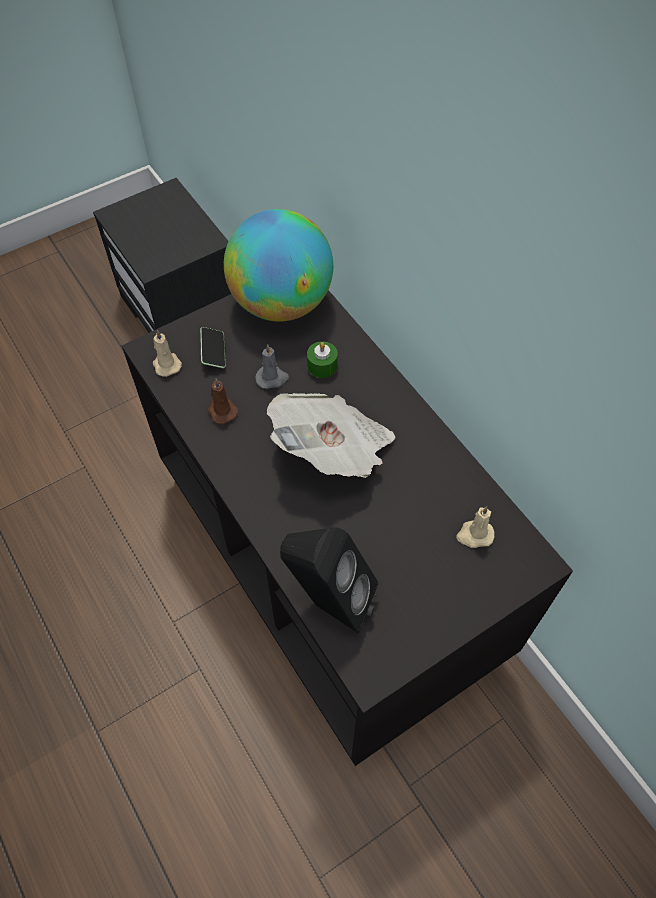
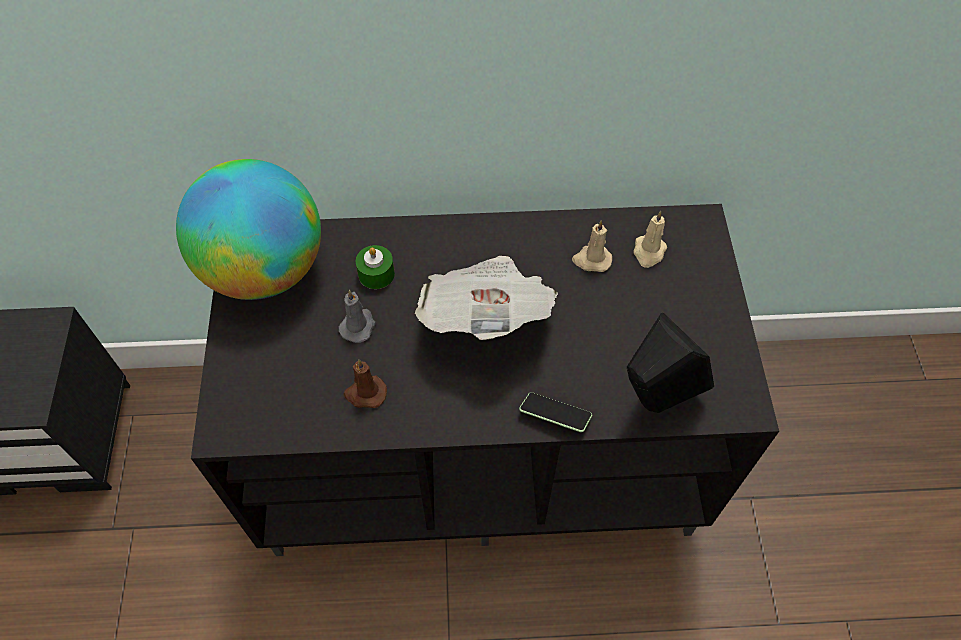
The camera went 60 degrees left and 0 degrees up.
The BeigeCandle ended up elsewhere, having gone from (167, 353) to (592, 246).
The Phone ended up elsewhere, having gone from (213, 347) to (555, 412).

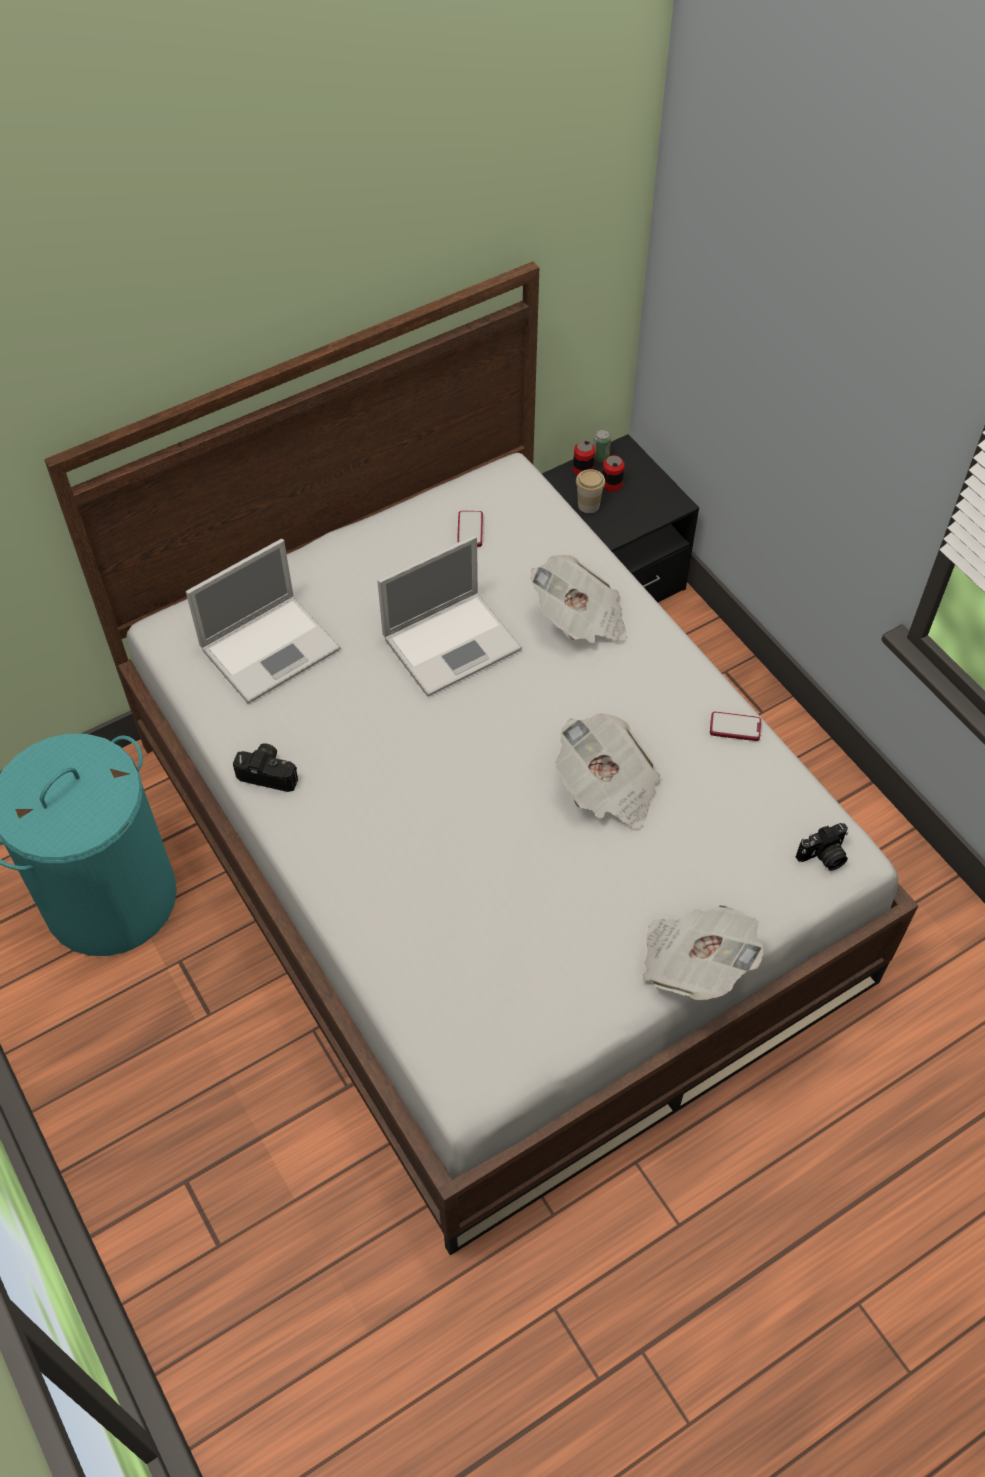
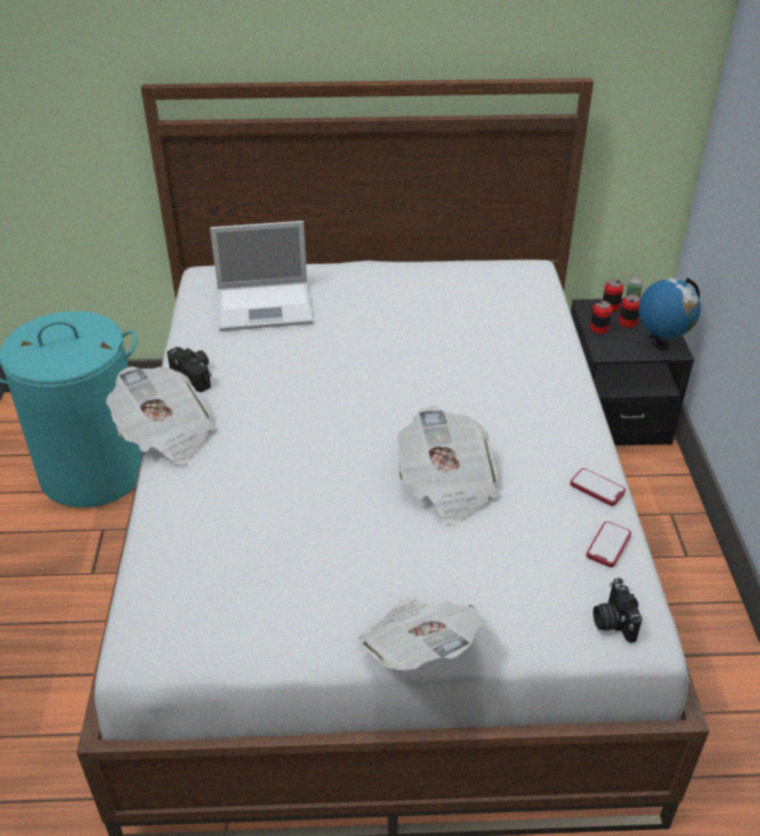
The camera went 30 degrees right and 15 degrees down.
The second view lost the Laptop at (449, 615).
The Phone ended up elsewhere, having gone from (470, 529) to (608, 544).
The Newspaper ended up elsewhere, having gone from (579, 599) to (160, 415).
Where the Cup stood at (590, 491), the Can came to stand at (601, 317).
The PhotoCamera at (822, 847) ended up facing another way, 75 degrees clockwise from before.
The second view gained the Globe at (669, 314).

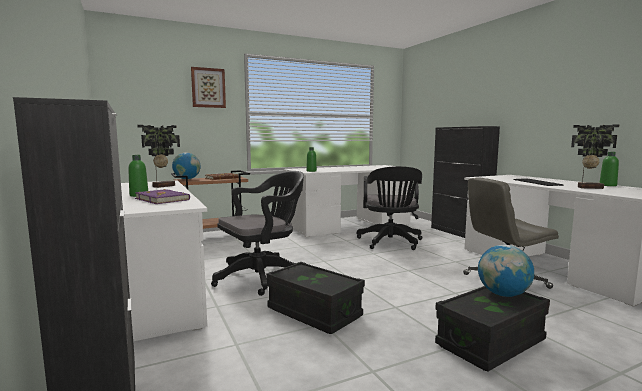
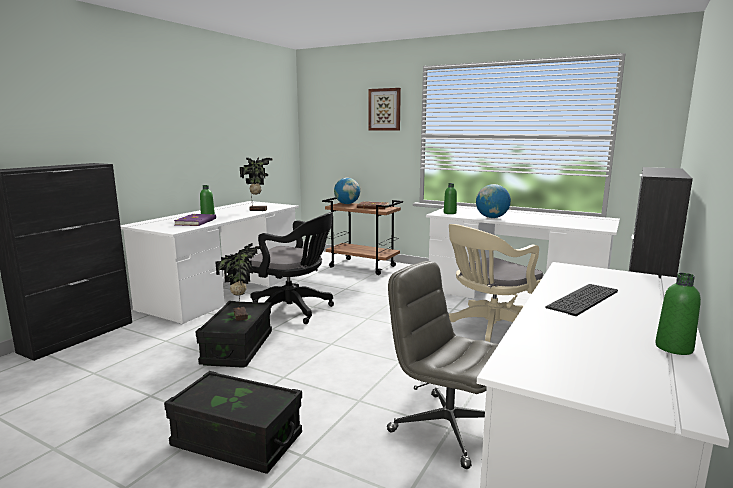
The camera went 55 degrees right and 5 degrees up.
What was the BlackOfficeChair at (389, 208) turned into the BeigeOfficeChair at (496, 283).
The Globe ended up elsewhere, having gone from (506, 271) to (493, 201).
The PottedPlant ended up elsewhere, having gone from (595, 156) to (239, 282).

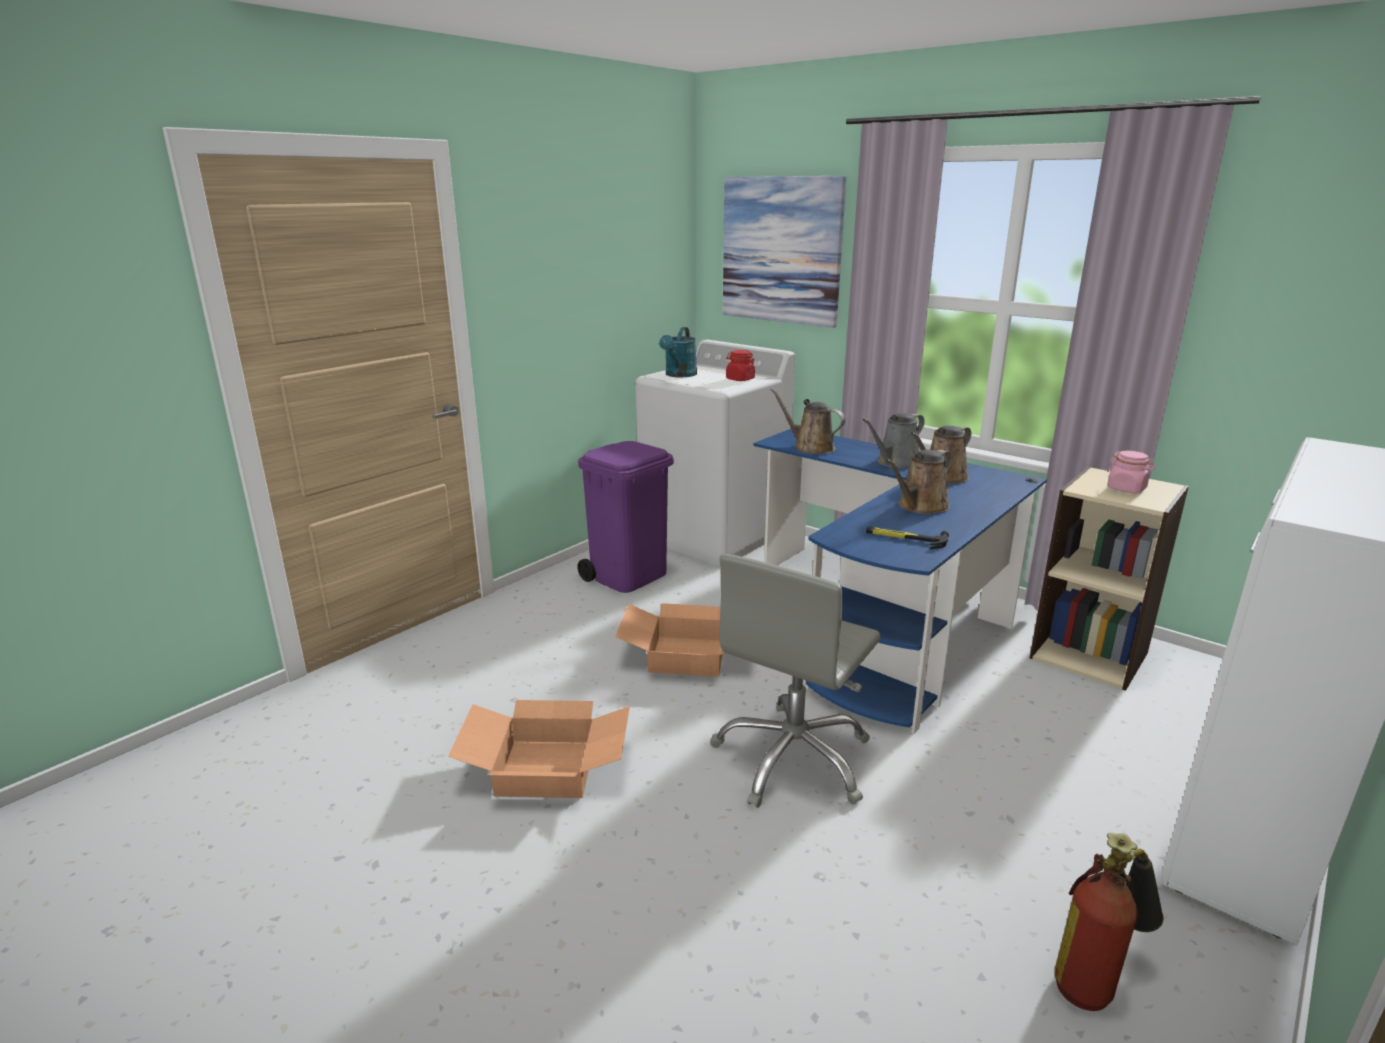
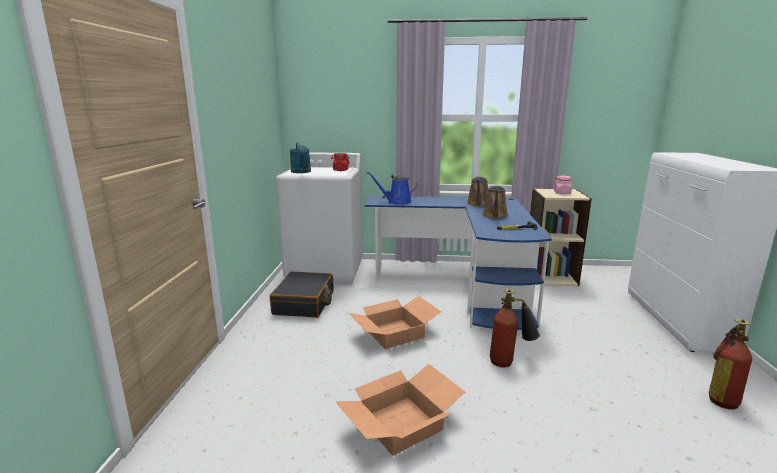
The camera went 35 degrees left and 5 degrees down.
Where the PurpleTrashCan stood at (625, 517), the BlackSuitcase came to stand at (301, 294).
Where the GreyOfficeChair stood at (795, 681), the FireExtinguisher came to stand at (515, 328).
The second view lost the Picture at (784, 252).
What was the BrownWateringCan at (807, 421) turned into the BlueWateringCan at (392, 188).
The second view lost the GreyWateringCan at (893, 440).

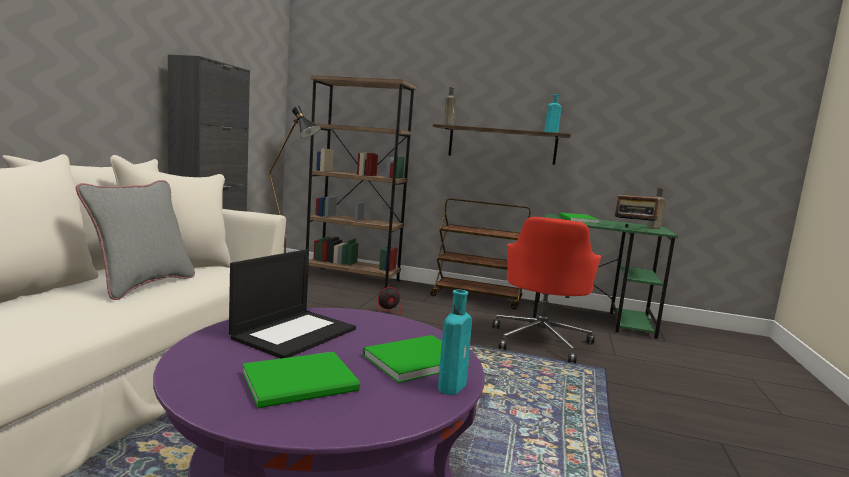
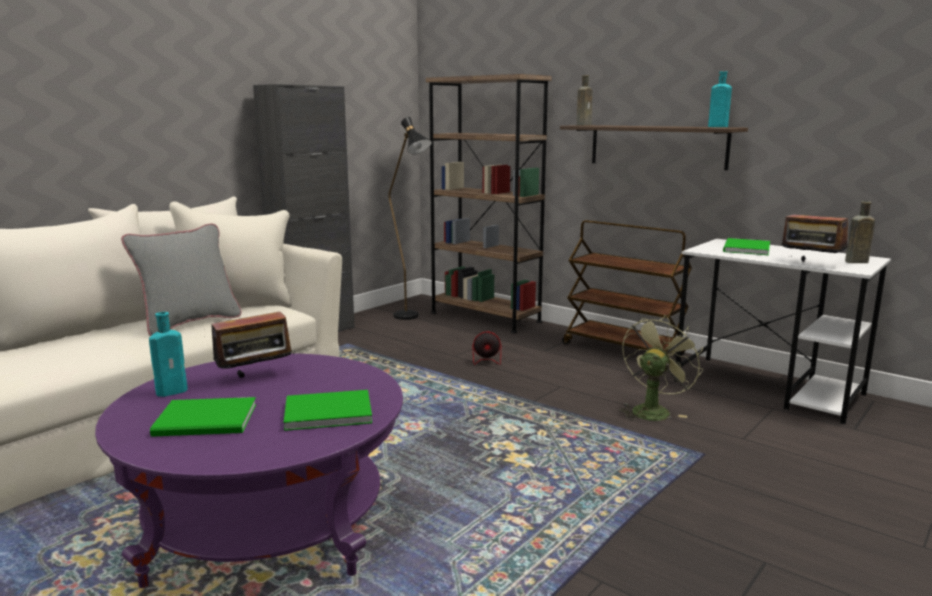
The camera went 25 degrees right and 5 degrees up.
Where the Laptop stood at (292, 303), the Radio came to stand at (253, 340).
The TurquoiseBottle ended up elsewhere, having gone from (455, 342) to (168, 354).
Where the RedOfficeChair stood at (546, 290), the GreenFan came to stand at (661, 368).
What was the GreenDesk at (605, 276) turned into the WhiteDesk at (782, 331).

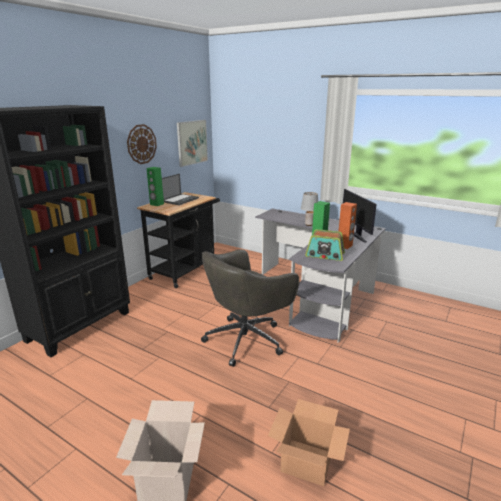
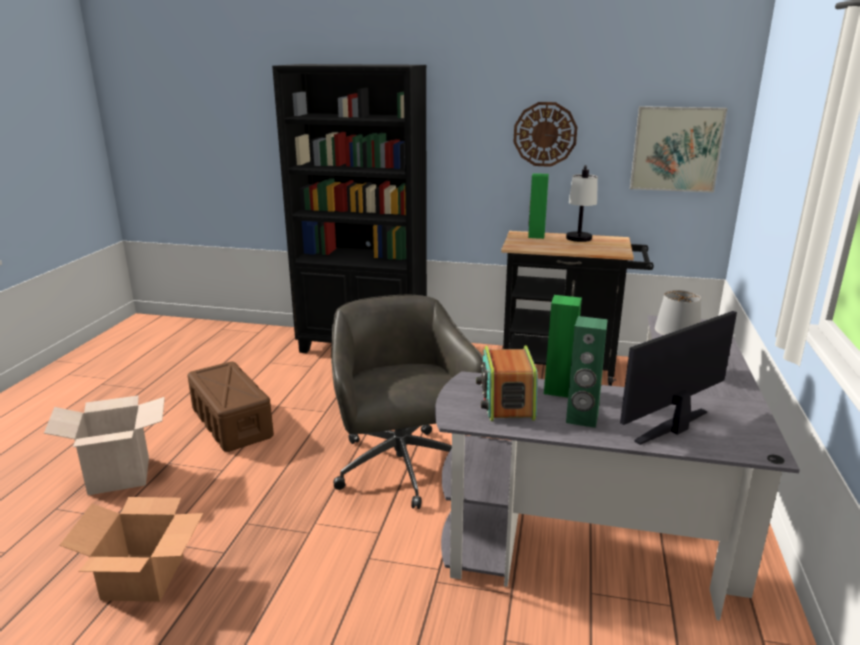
The camera went 70 degrees right and 0 degrees up.
Where the Laptop stood at (180, 189), the TableLamp came to stand at (582, 203).
The GreyOfficeChair at (250, 308) ended up facing another way, 45 degrees clockwise from before.
What was the OrangeSpeaker at (347, 225) turned into the GreenSpeaker at (587, 372).
The second view gained the BrownStorageBox at (230, 407).

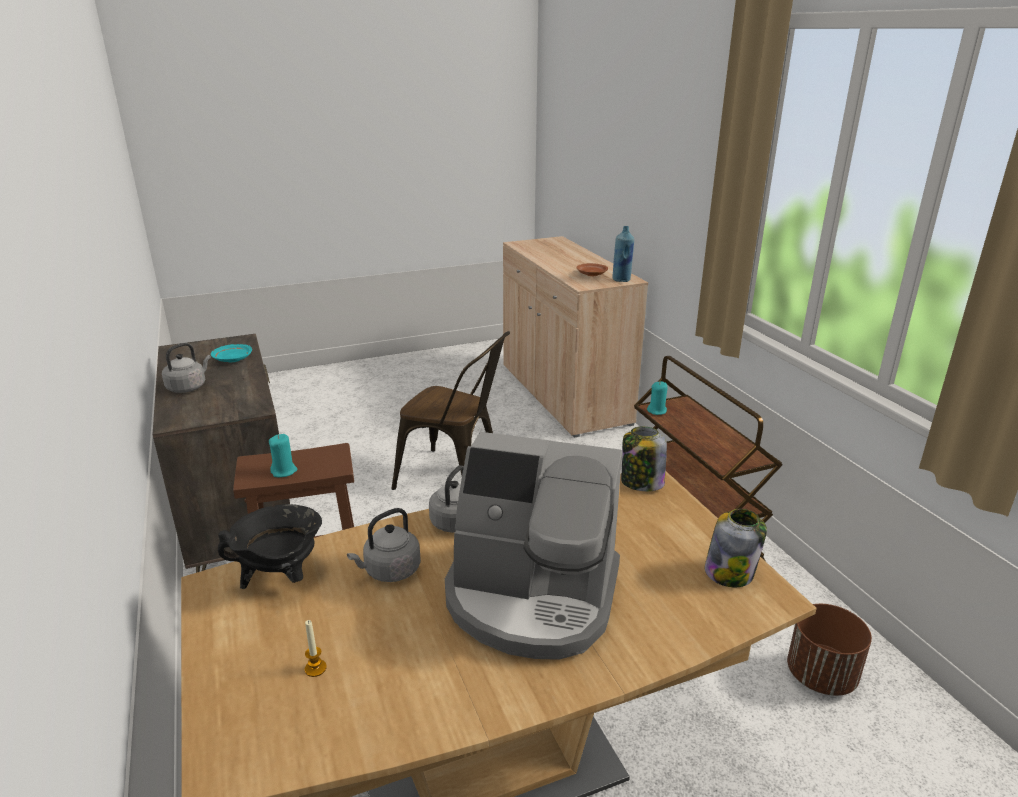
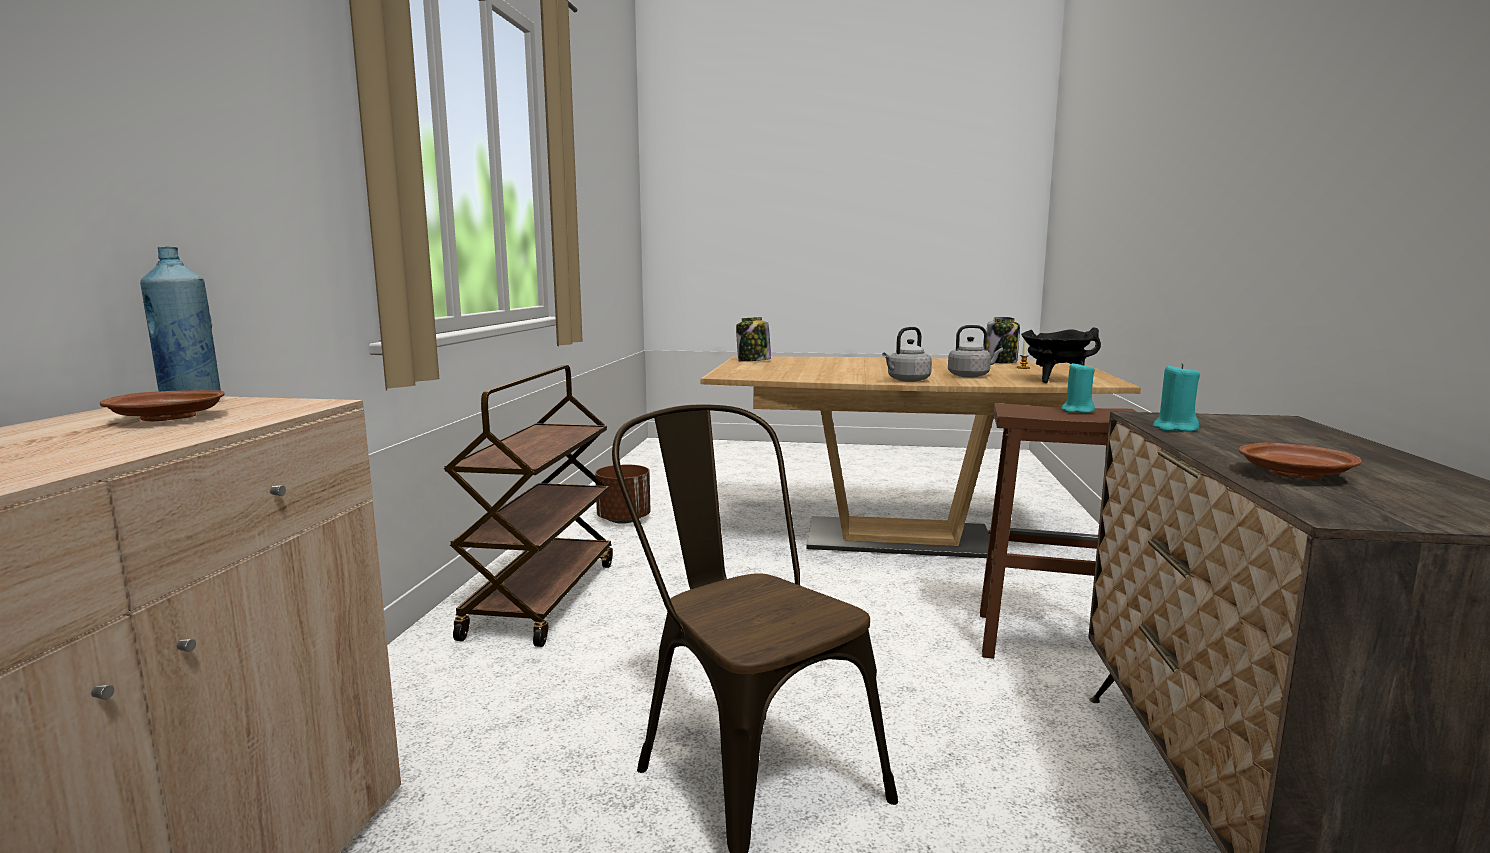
The camera went 150 degrees left and 15 degrees down.
The second view lost the GreyKettle at (186, 368).
What was the TurquoisePlate at (231, 353) turned into the BrownPlate at (1300, 460).
The second view lost the CoffeeMachine at (533, 546).
The Jar ended up elsewhere, having gone from (644, 459) to (1003, 340).
The TurquoiseCandle ended up elsewhere, having gone from (657, 398) to (1176, 397).

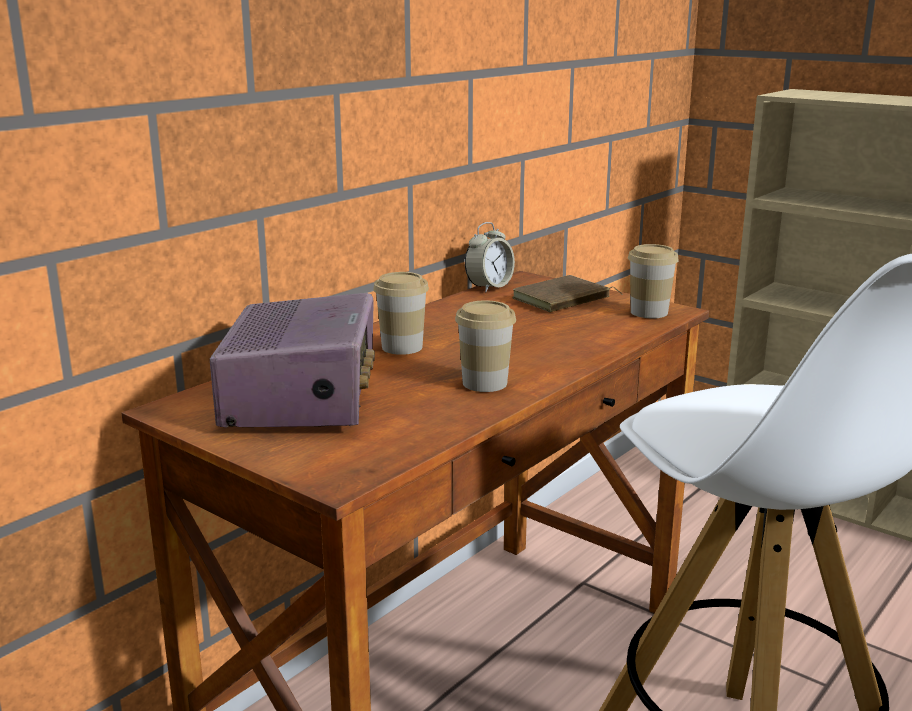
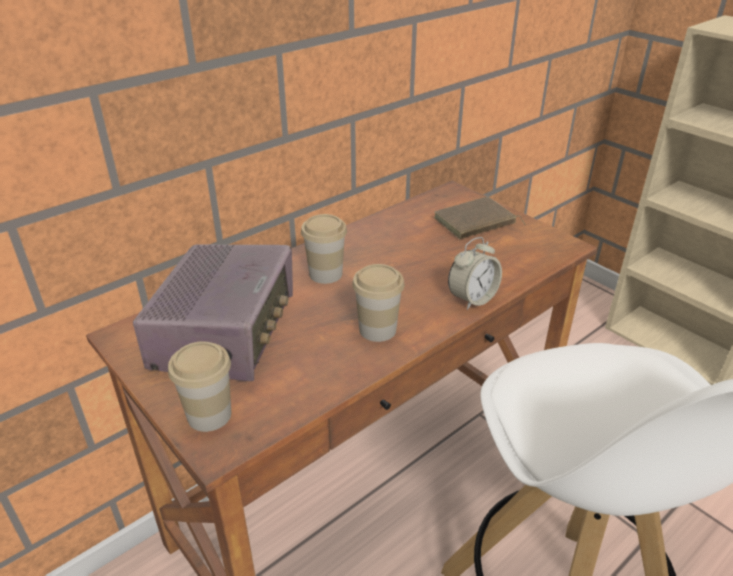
The camera went 10 degrees right and 15 degrees up.
The AlarmClock ended up elsewhere, having gone from (490, 257) to (475, 273).
The Cup ended up elsewhere, having gone from (653, 281) to (199, 386).

